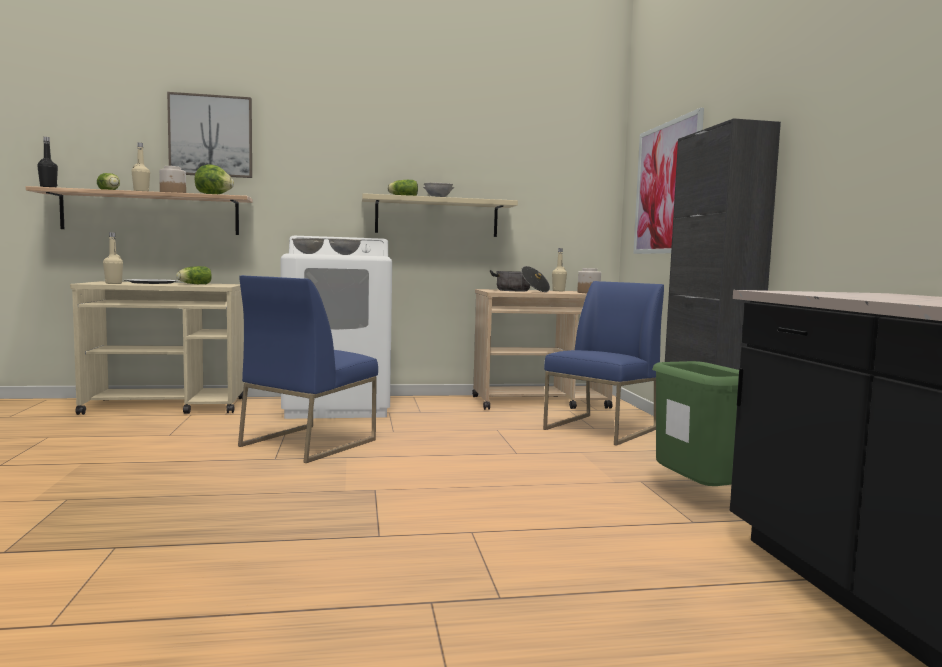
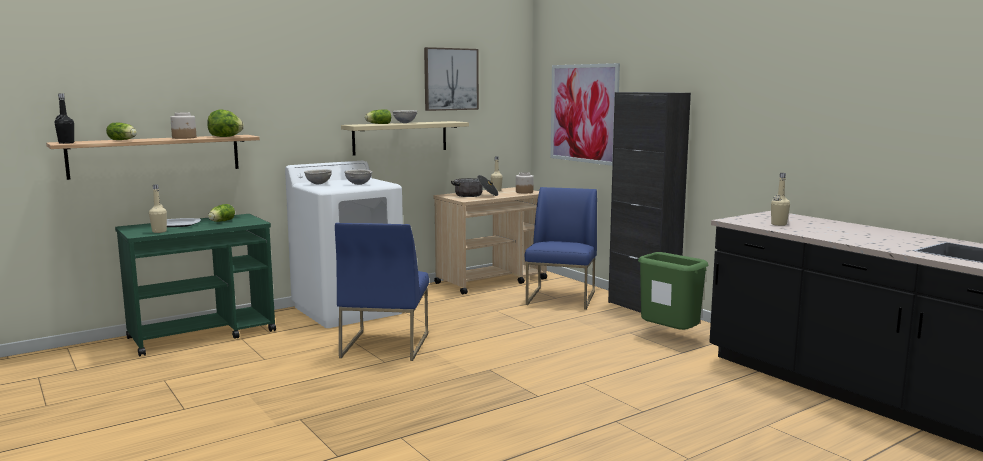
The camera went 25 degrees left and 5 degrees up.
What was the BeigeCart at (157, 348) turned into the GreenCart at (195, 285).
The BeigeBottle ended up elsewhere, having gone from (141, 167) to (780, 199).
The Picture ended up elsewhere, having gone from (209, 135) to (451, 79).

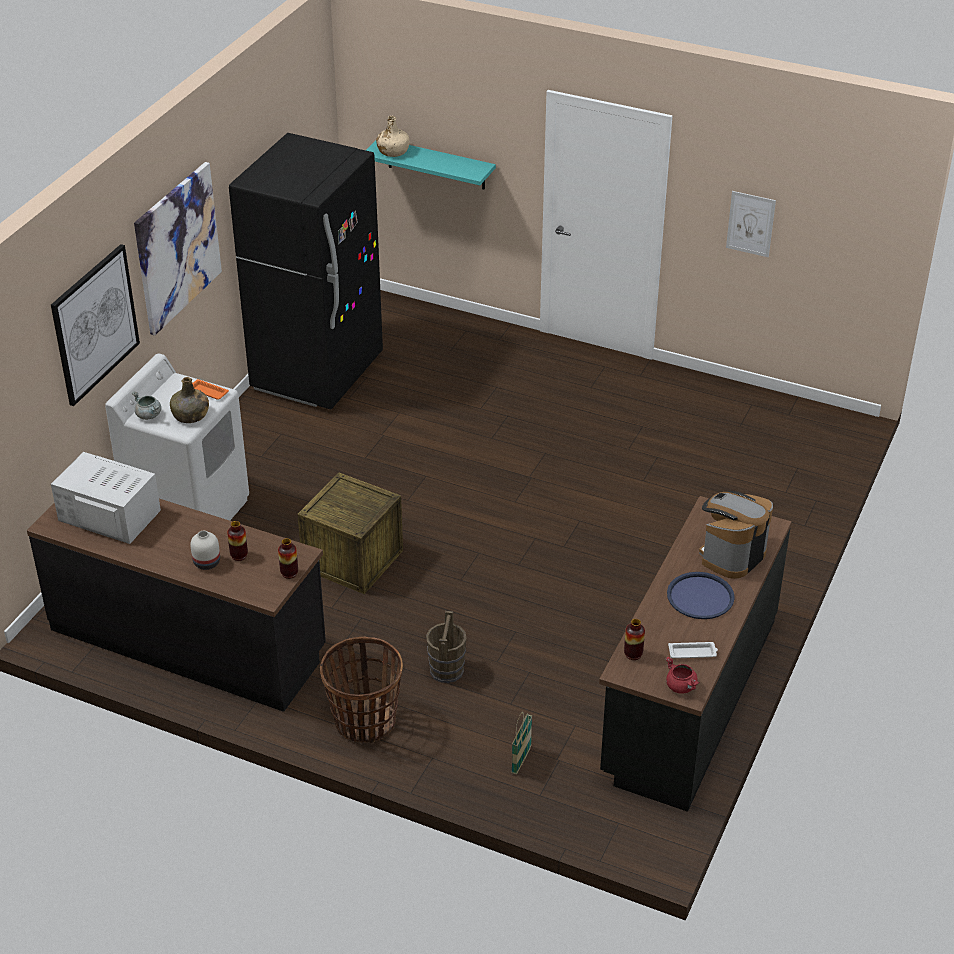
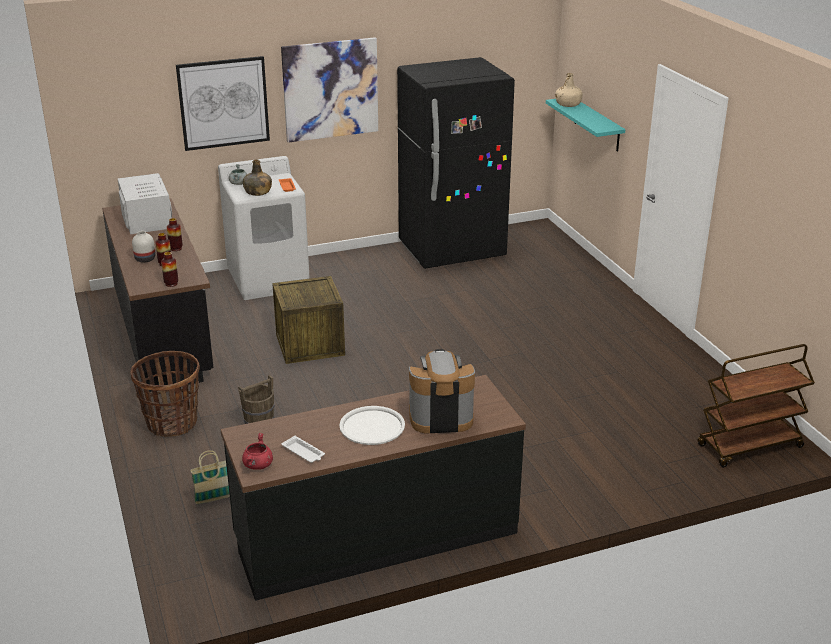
The camera went 45 degrees right and 10 degrees down.
The Vase ended up elsewhere, having gone from (634, 639) to (175, 234).
What was the BlueTray at (701, 595) turned into the WhiteTray at (372, 425).
The second view lost the Picture at (751, 224).
The second view gained the BrownCart at (756, 406).

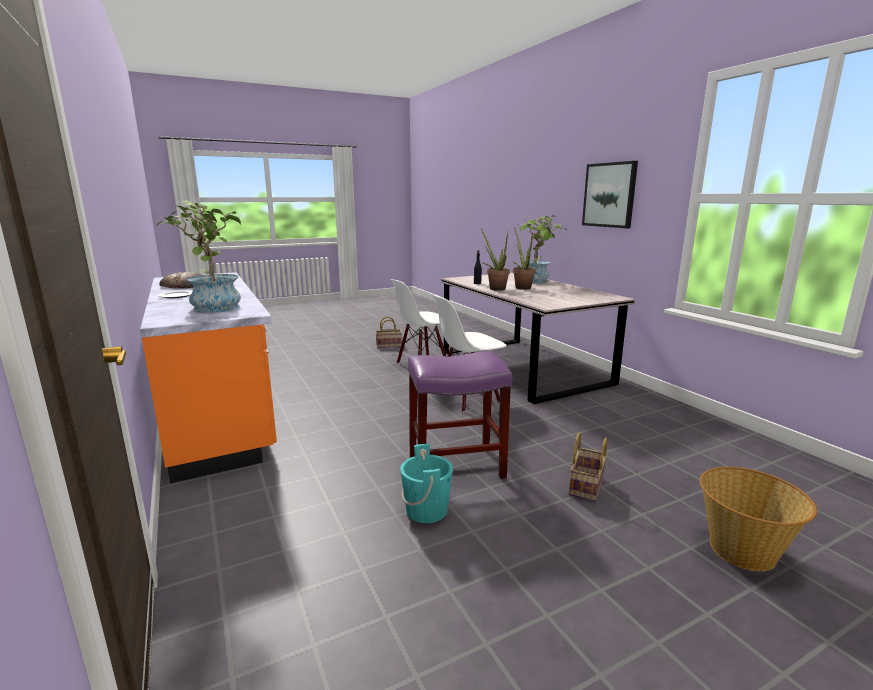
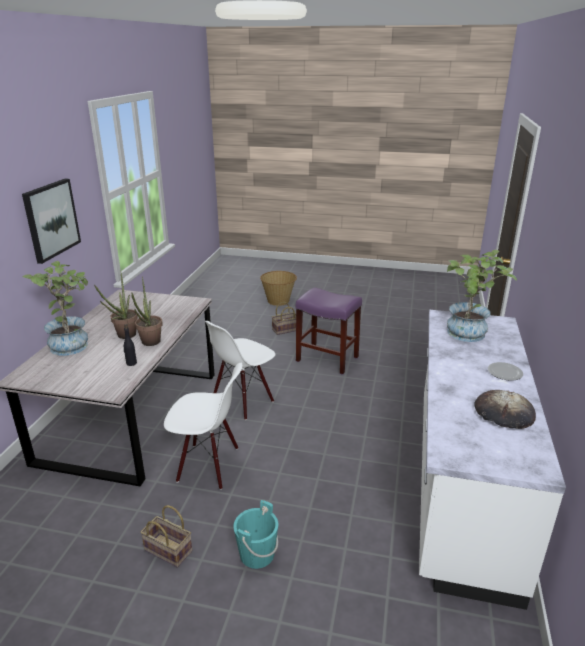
The camera went 140 degrees left and 10 degrees up.
What was the OrangeCounter at (208, 377) turned into the WhiteCounter at (492, 460).
The TurquoiseBucket ended up elsewhere, having gone from (426, 483) to (255, 534).
The WhiteChair at (470, 353) ended up facing another way, 120 degrees clockwise from before.

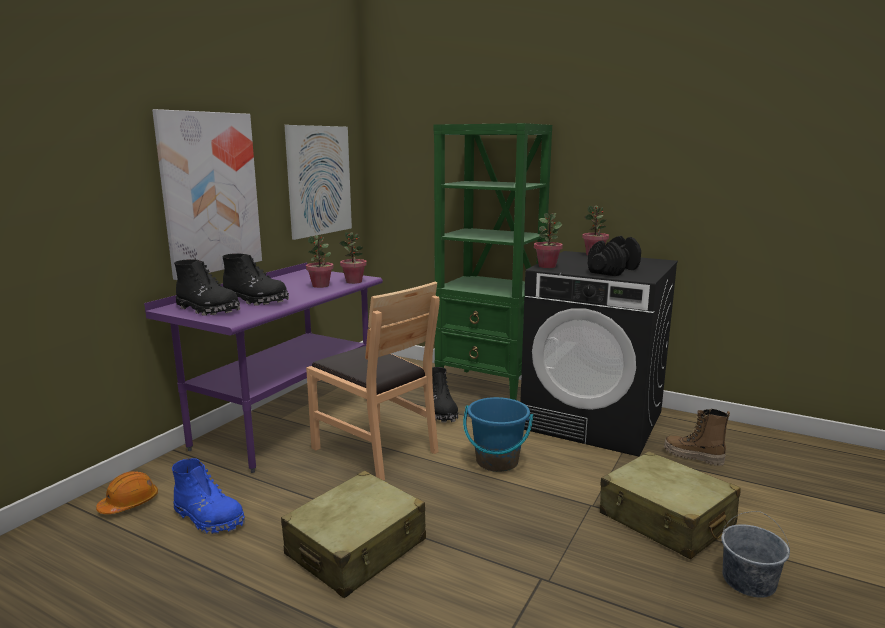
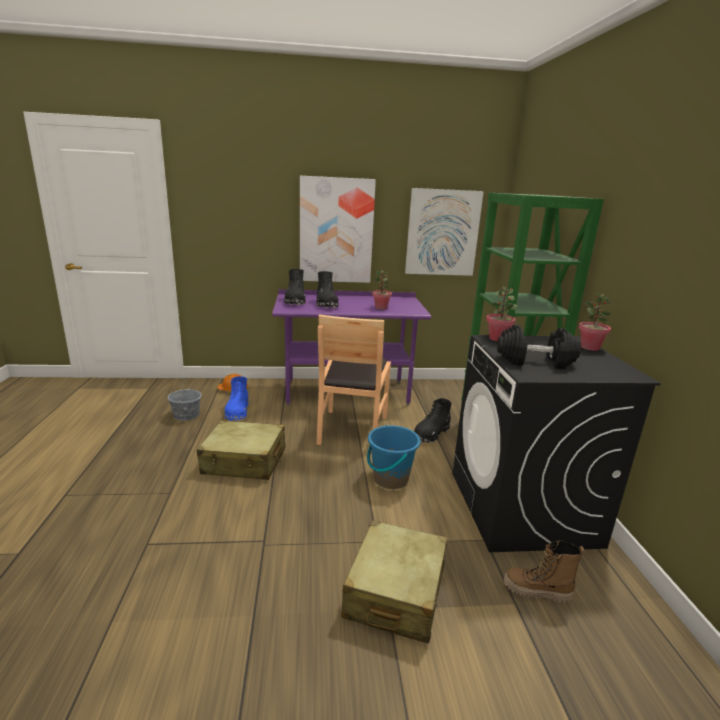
The camera went 55 degrees right and 5 degrees up.
The second view lost the PottedPlant at (353, 258).
The Boot at (697, 437) ended up facing another way, 75 degrees counterclockwise from before.
The GreyBucket ended up elsewhere, having gone from (755, 554) to (185, 400).

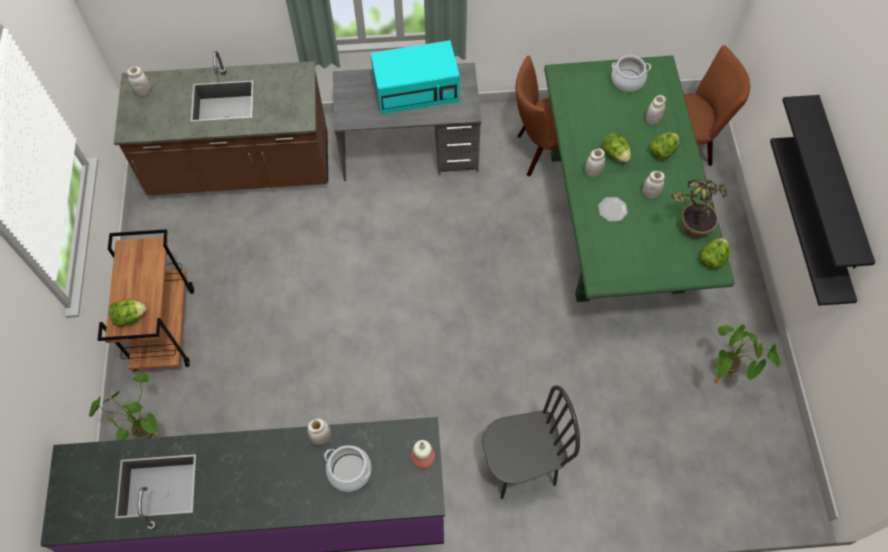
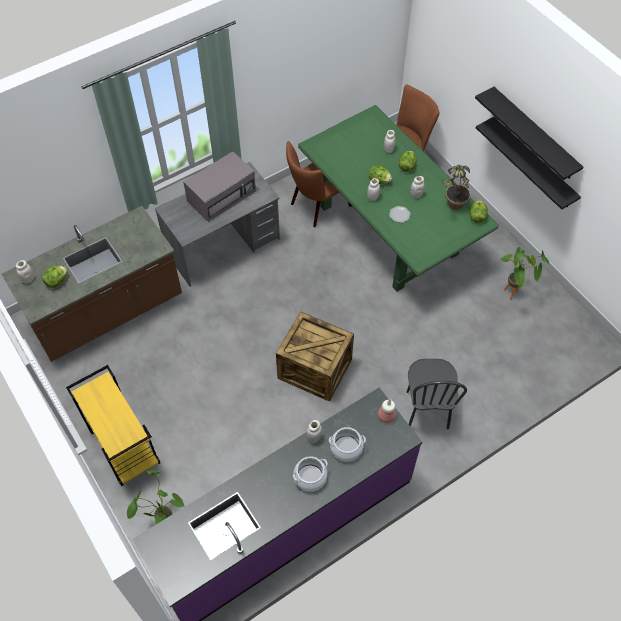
The camera went 30 degrees left and 5 degrees down.
What was the BrownCart at (146, 300) turned into the YellowCart at (113, 425).
The Lettuce ended up elsewhere, having gone from (127, 313) to (54, 277).
What was the TurquoiseMicrowave at (415, 77) turned into the GreyMicrowave at (219, 186).
The BlackChair at (531, 442) ended up facing another way, 135 degrees clockwise from before.
The CookingPot ended up elsewhere, having gone from (631, 73) to (310, 474).
The second view gained the Crate at (315, 356).

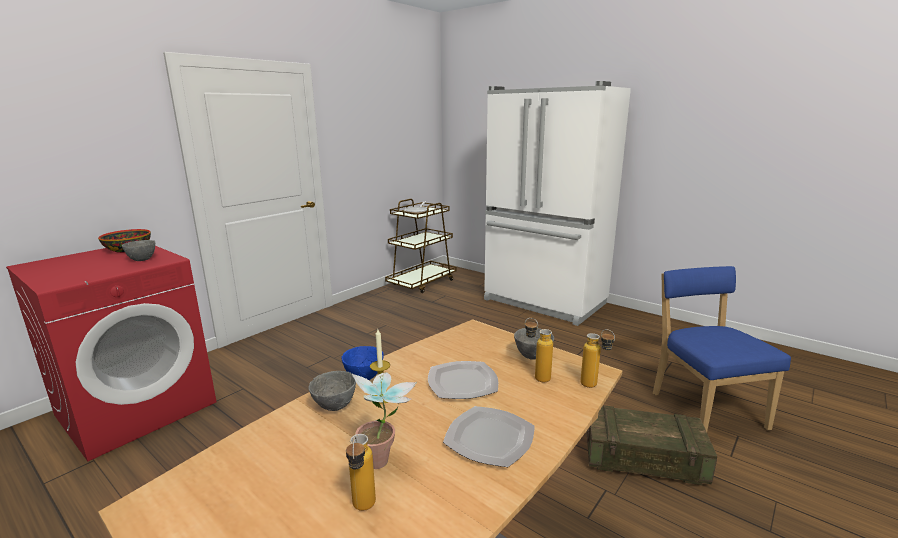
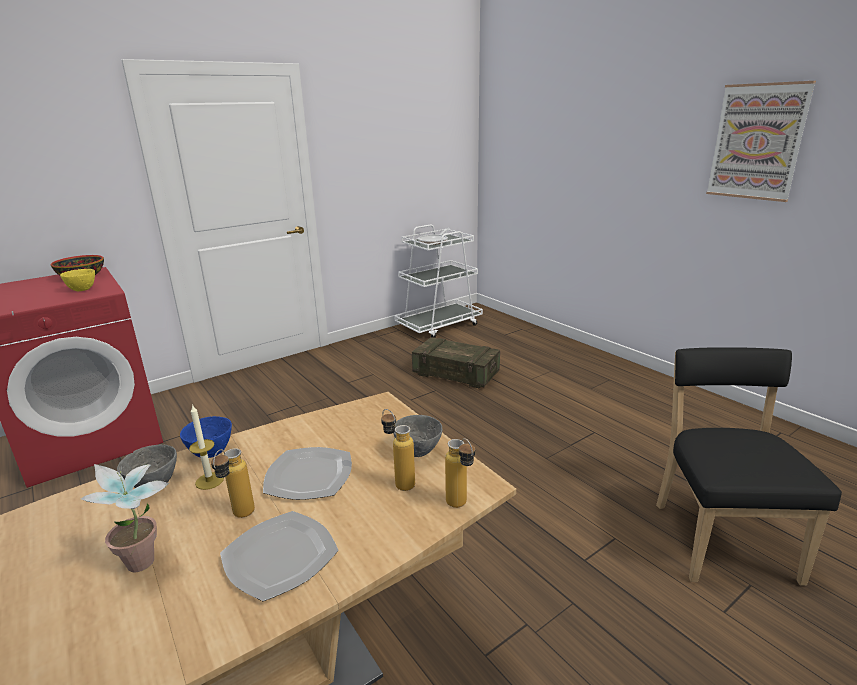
The camera went 15 degrees right and 5 degrees up.
What was the GreyBowl at (138, 250) turned into the YellowBowl at (77, 280).
The Bottle ended up elsewhere, having gone from (361, 472) to (233, 483).
What was the BrownCart at (420, 246) turned into the WhiteCart at (438, 281).
The second view lost the WhiteFridge at (557, 203).
The Crate ended up elsewhere, having gone from (652, 445) to (456, 363).
What was the BlueChair at (722, 349) turned into the BlackChair at (749, 466).
The second view gained the Picture at (761, 141).

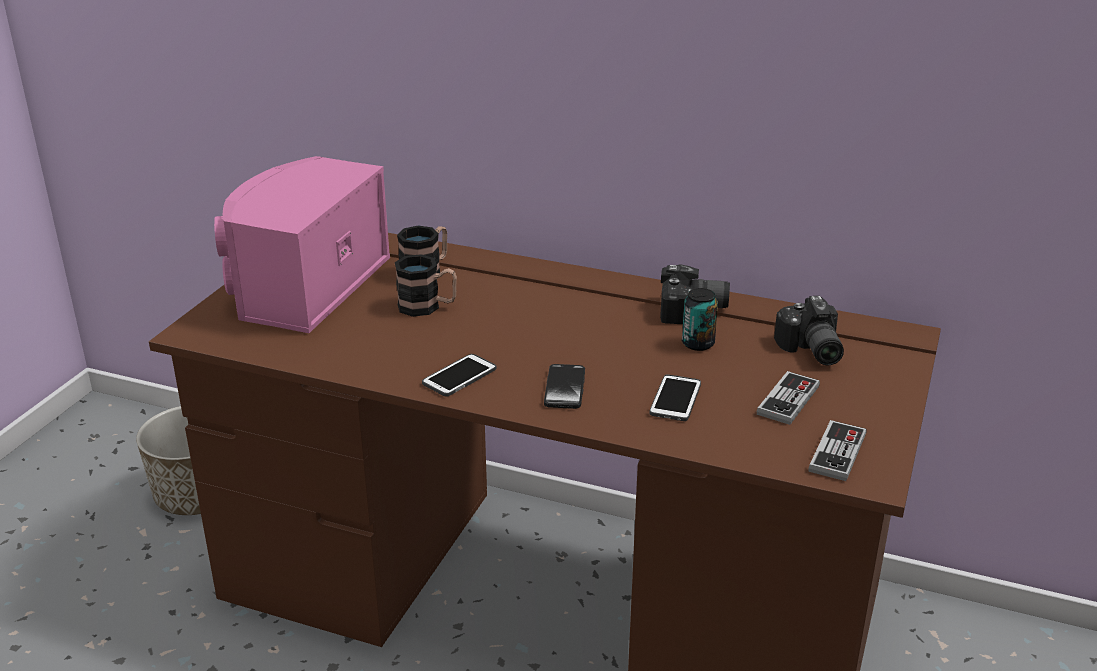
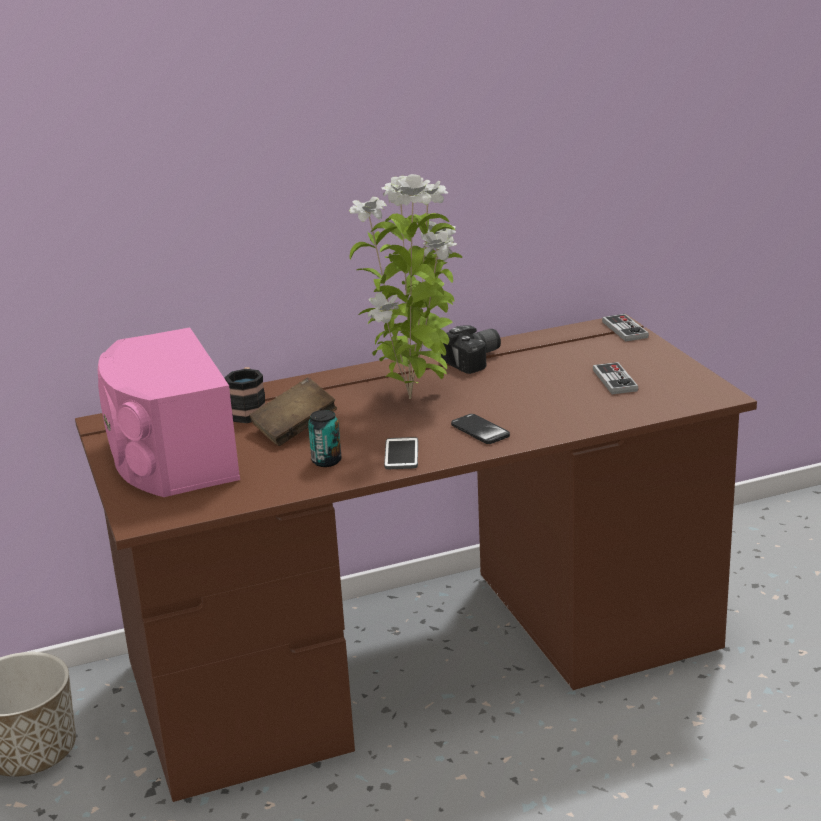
The camera went 40 degrees left and 5 degrees down.
Where the Mug stood at (426, 285), the BrownBook came to stand at (293, 411).
The second view lost the Phone at (675, 397).
The Can ended up elsewhere, having gone from (700, 319) to (324, 438).
The second view lost the PhotoCamera at (809, 330).
The GameController ended up elsewhere, having gone from (838, 450) to (625, 328).
The second view gained the PottedPlant at (405, 286).

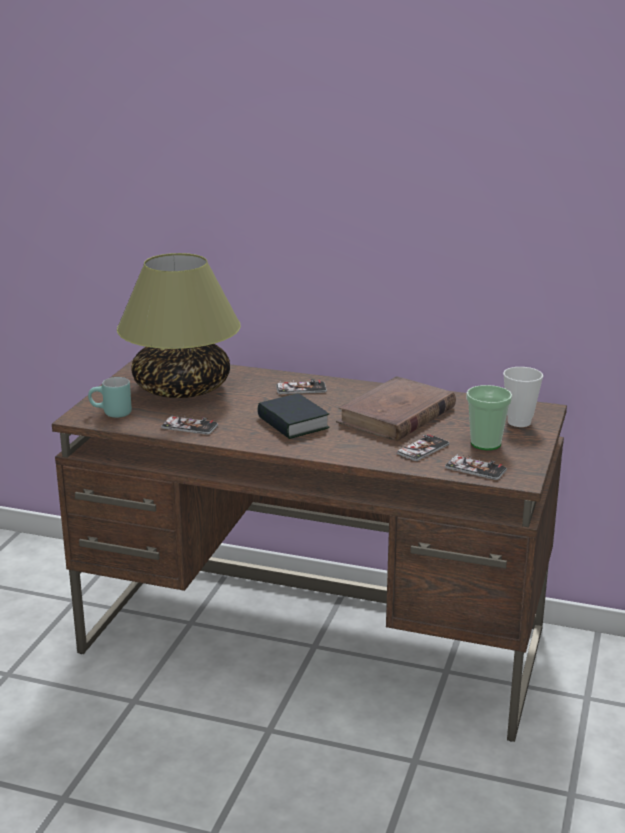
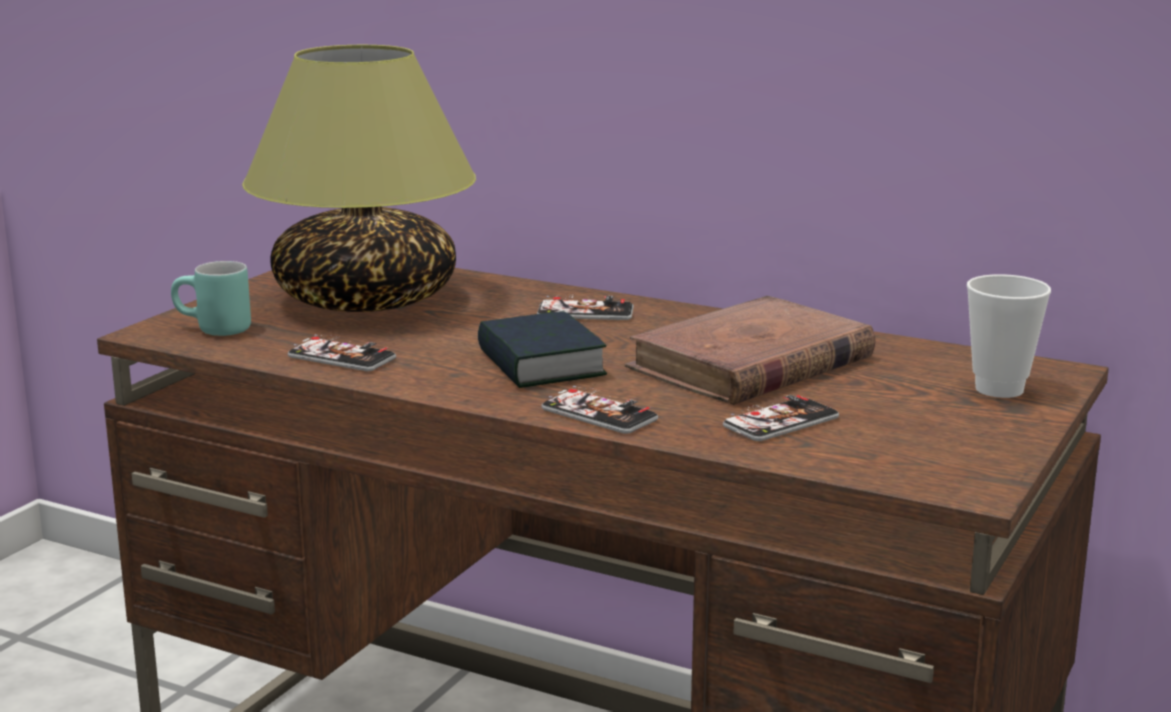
The camera went 10 degrees right and 5 degrees down.
The Phone ended up elsewhere, having gone from (476, 467) to (599, 410).
The second view lost the Cup at (489, 417).

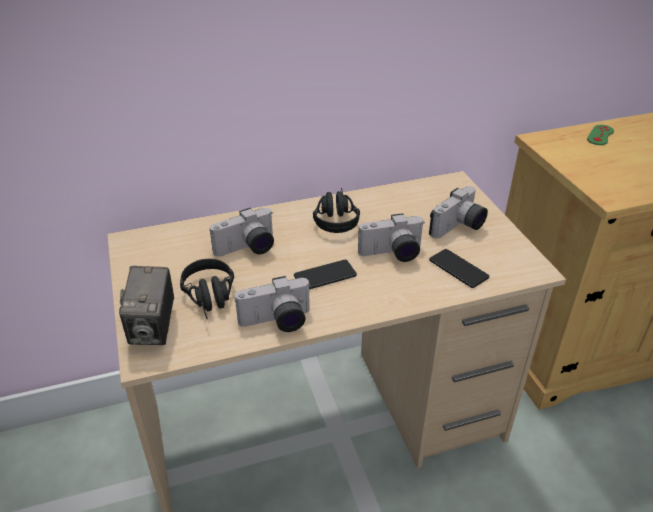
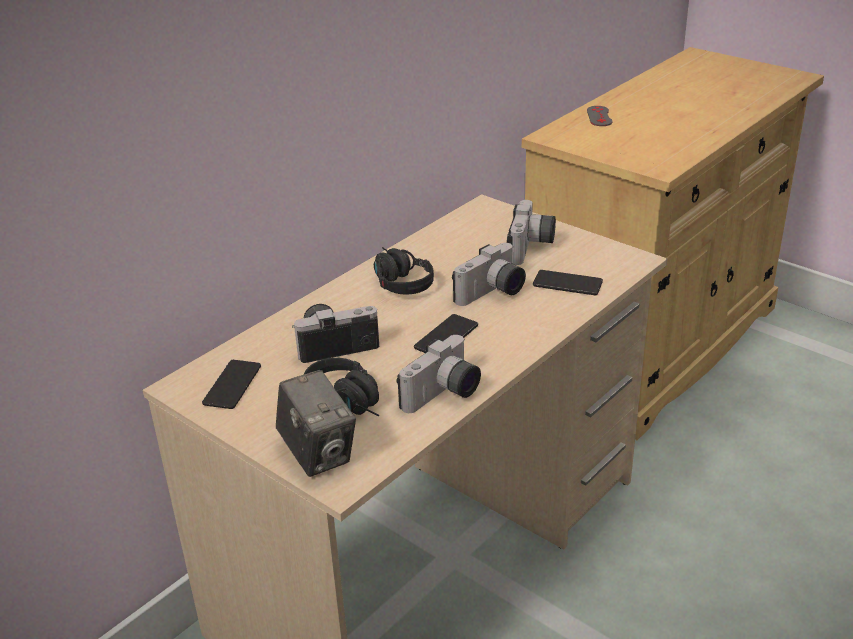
The camera went 30 degrees left and 5 degrees down.
The PhotoCamera at (242, 232) ended up facing another way, 135 degrees counterclockwise from before.
What was the GreenGameController at (600, 135) turned into the GreyGameController at (600, 116).
The second view gained the Phone at (231, 384).

